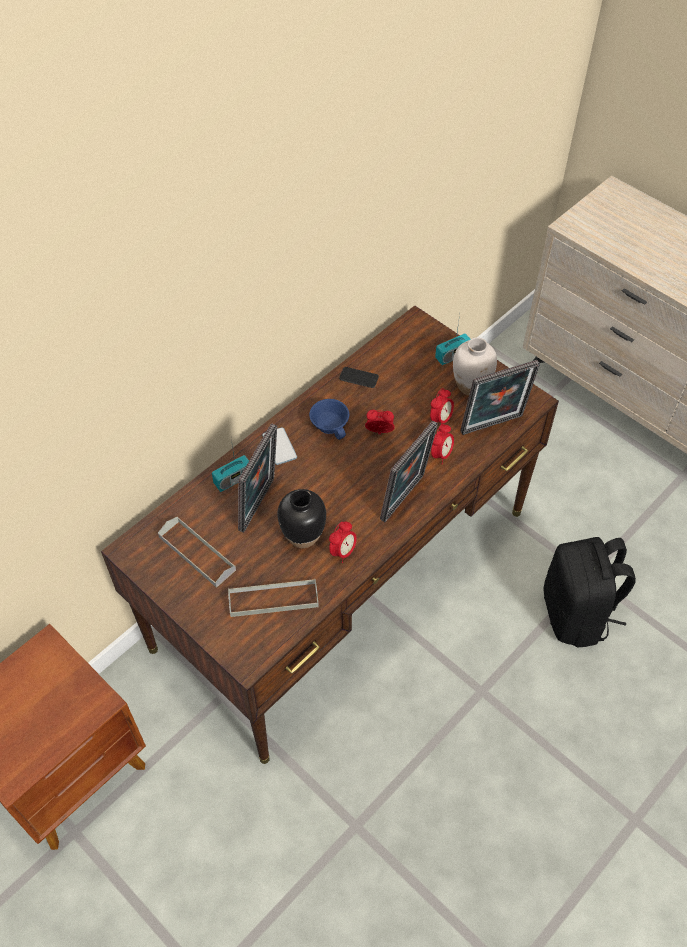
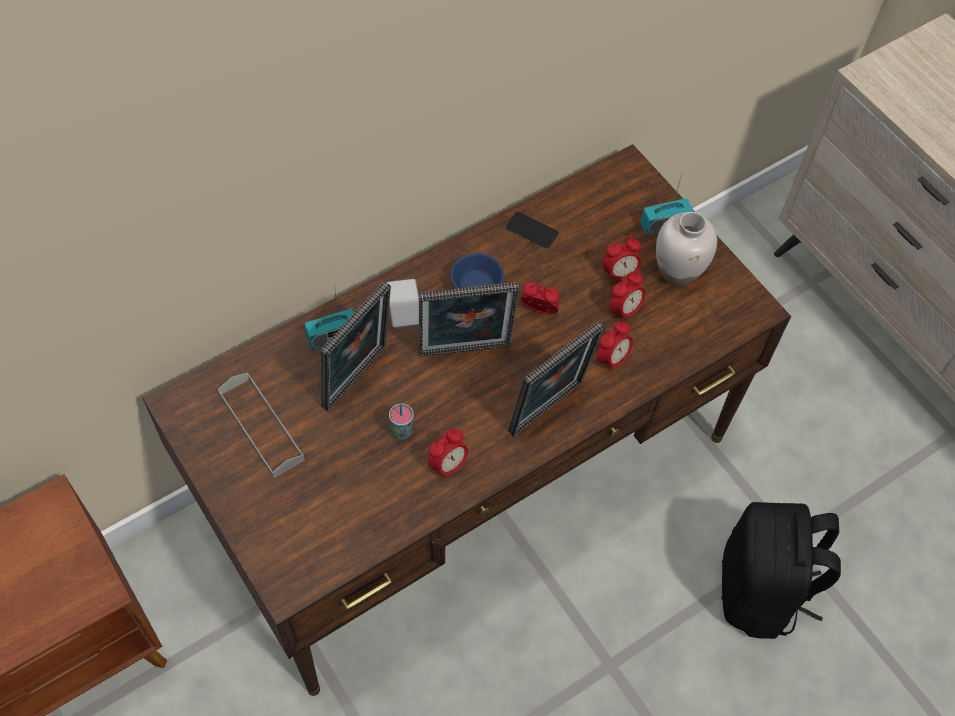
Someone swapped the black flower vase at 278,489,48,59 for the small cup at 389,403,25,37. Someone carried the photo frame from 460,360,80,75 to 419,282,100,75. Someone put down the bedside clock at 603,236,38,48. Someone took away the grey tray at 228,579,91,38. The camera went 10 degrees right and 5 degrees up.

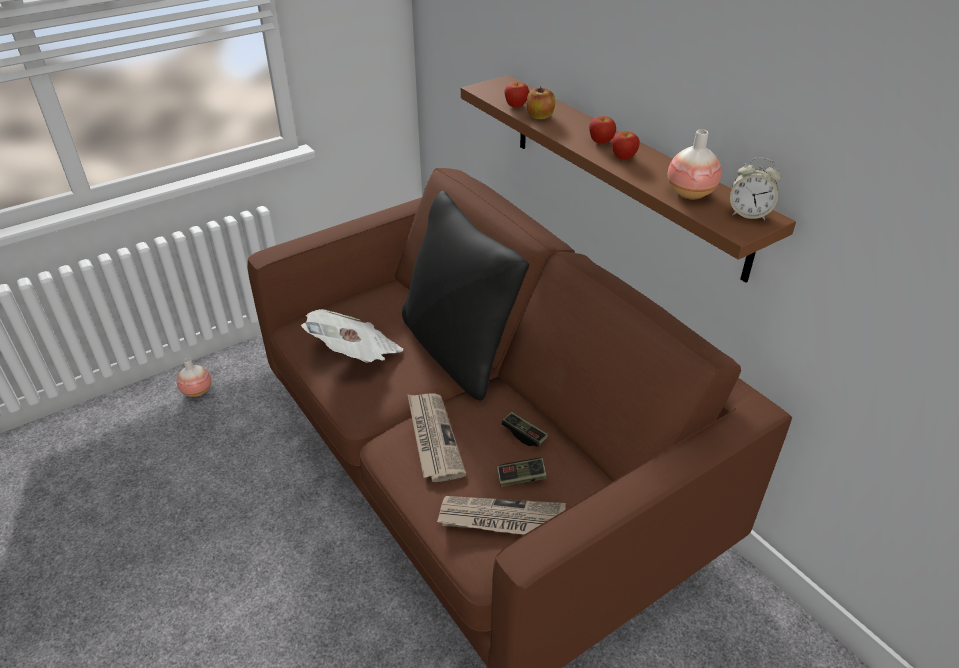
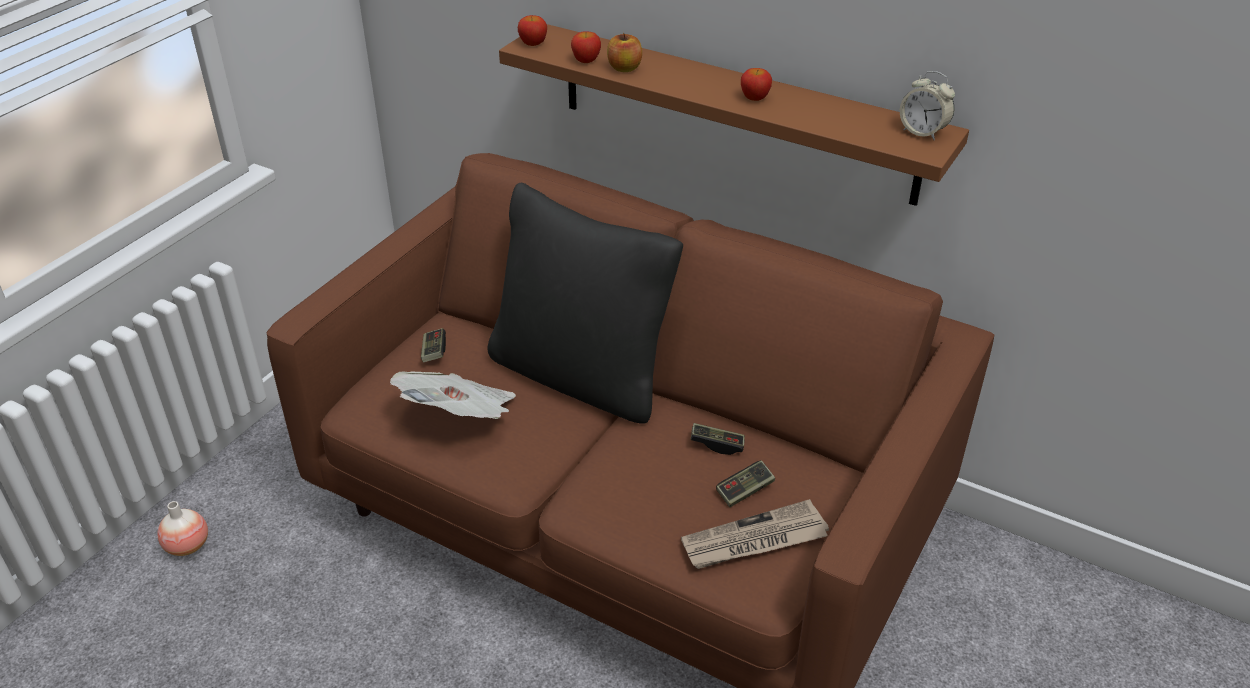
Someone put down the game controller at 421,328,25,34. Someone carried the whole apple from 589,116,27,28 to 518,15,29,31. Someone rotated the bedside clock at 730,158,52,62 by 45 degrees clockwise. Someone took away the daily paper at 407,394,59,88. Someone took away the flower vase at 667,129,54,70. The camera went 25 degrees left and 0 degrees up.

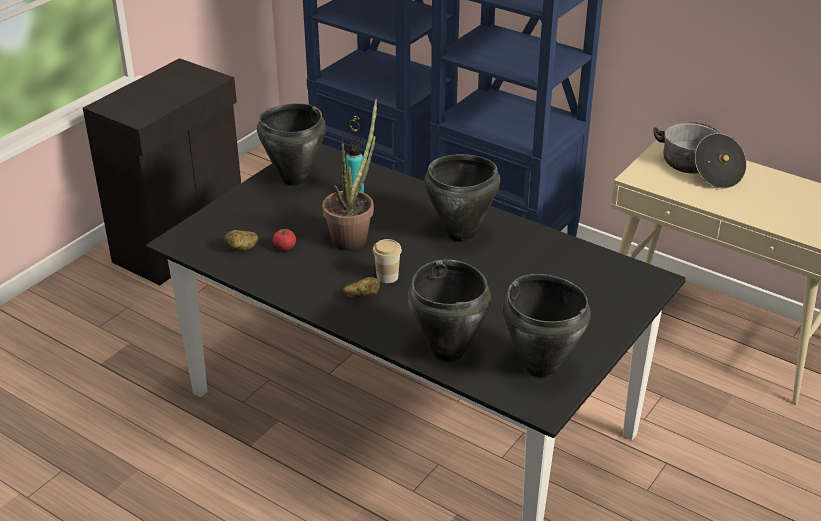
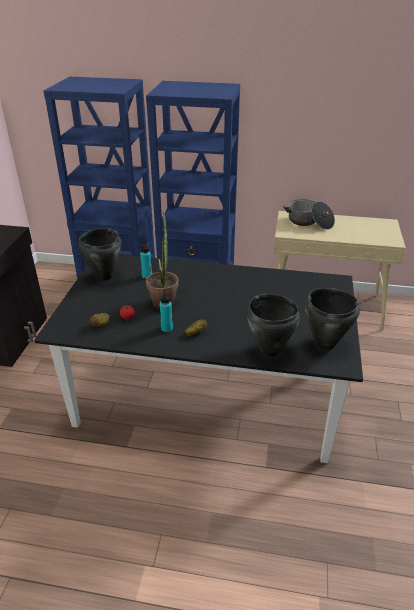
Someone put down the blue-green bottle at 159,289,14,43. Someone took away the small cup at 373,239,29,44. Someone took away the black cooking pot at 424,154,76,88. The camera went 25 degrees left and 0 degrees up.

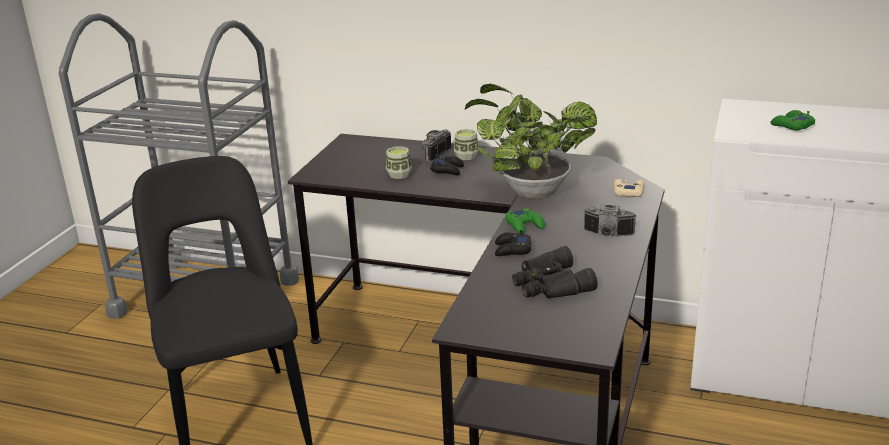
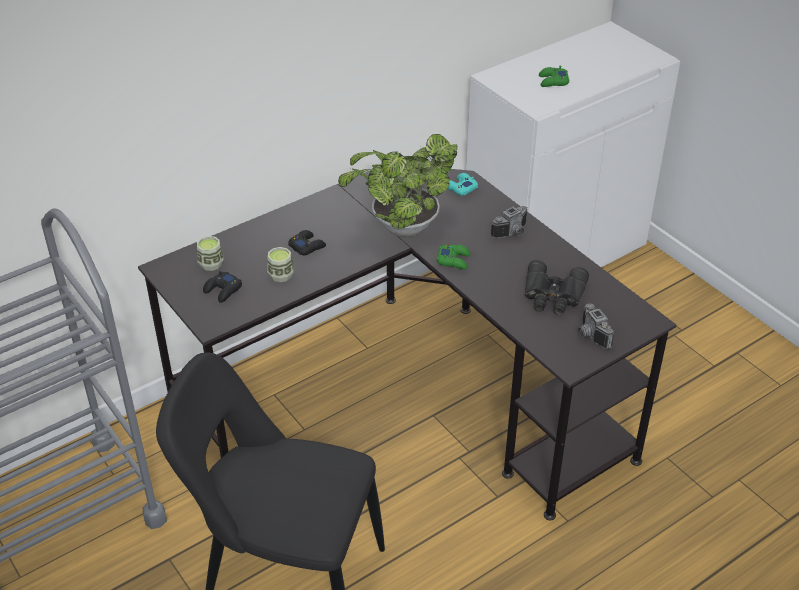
Someone carried the small cup from 454,129,25,31 to 197,236,27,35. Someone carried the black game controller from 495,230,36,26 to 203,271,39,32. Someone repainted the beige-coloured game controller at 614,179,31,18, which became the blue-green game controller at 447,173,31,23. Someone carried the photo camera from 422,130,30,32 to 578,303,36,46. The camera went 55 degrees left and 15 degrees up.

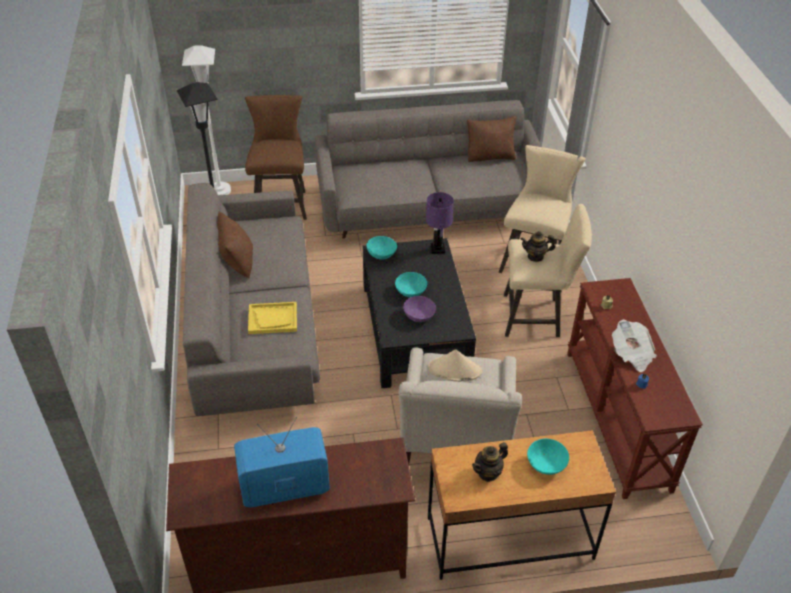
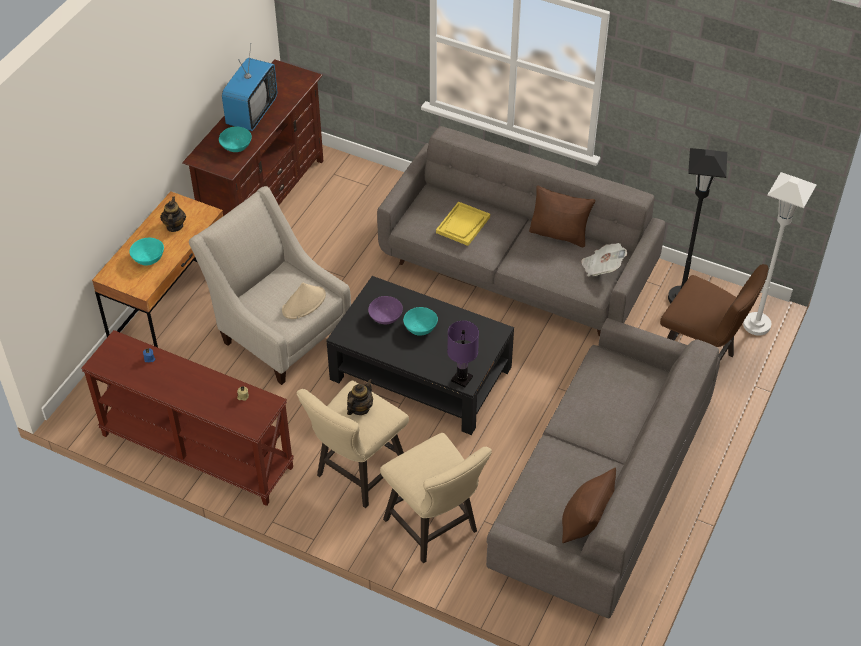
Someone carried the blue-green bowl from 366,236,31,24 to 219,126,33,26. Someone carried the daily paper from 612,319,45,53 to 581,243,46,33. The camera went 125 degrees right and 5 degrees up.

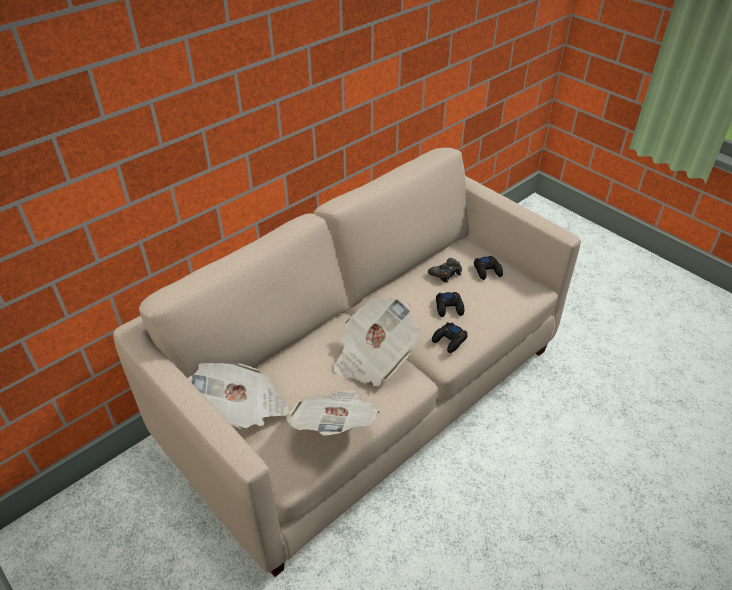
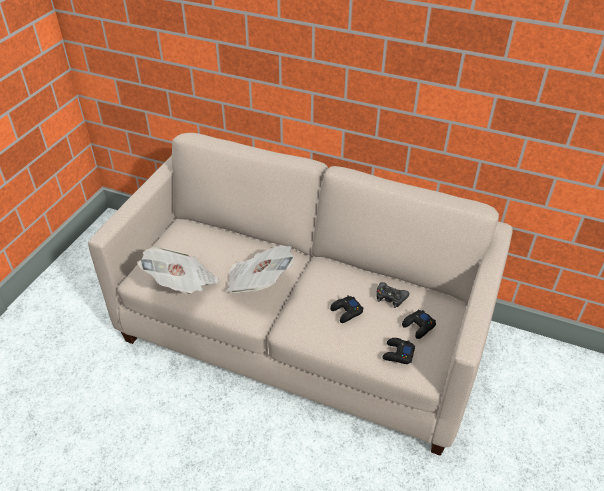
Someone carried the black game controller from 432,322,36,31 to 383,338,32,26. Someone took away the daily paper at 188,363,102,66. The camera went 65 degrees right and 0 degrees up.

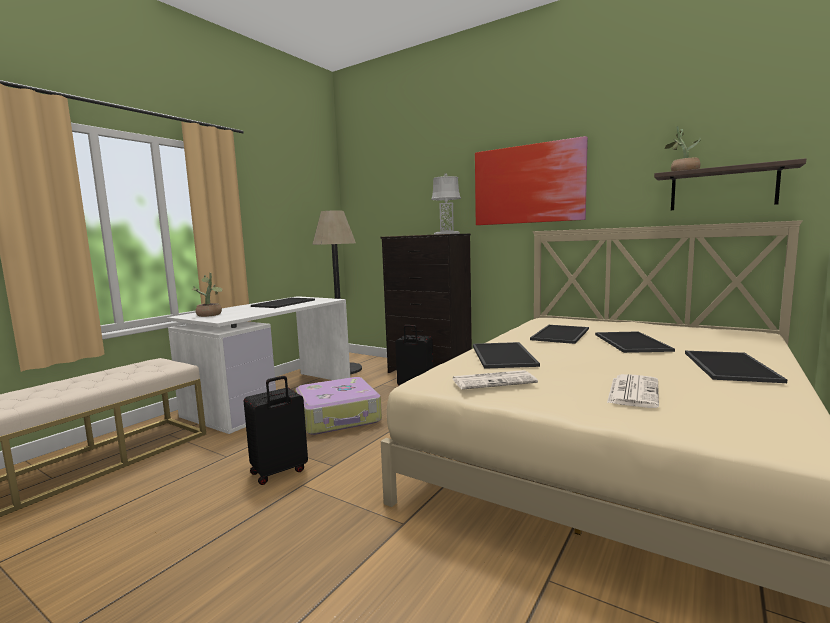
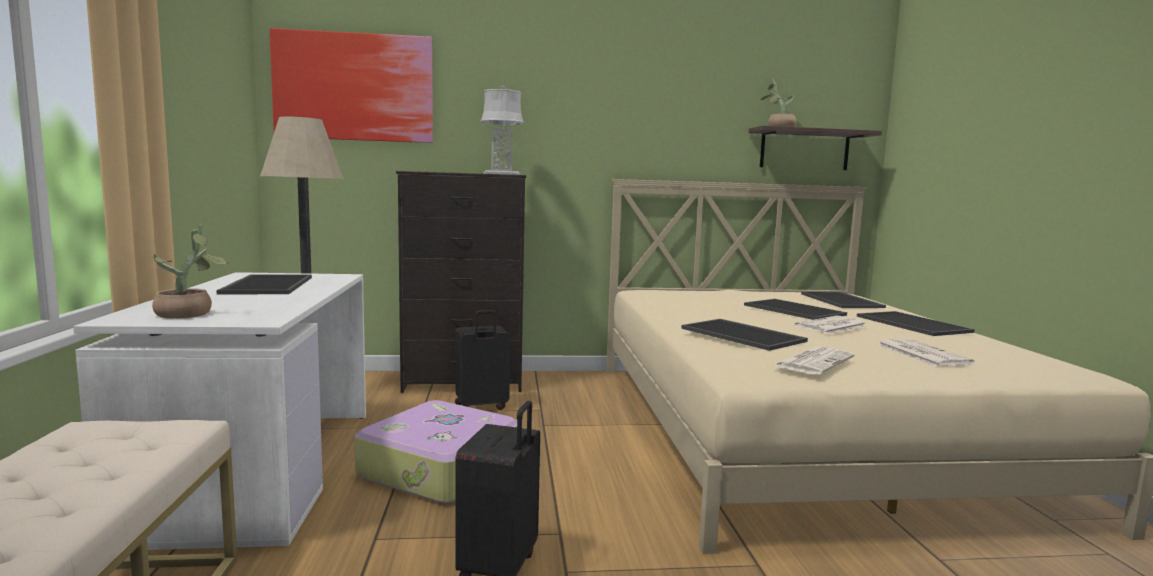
Someone carried the wall art from 475,136,113,89 to 269,28,164,115. Someone put down the daily paper at 795,316,72,18. Someone carried the tray from 530,325,59,19 to 801,292,85,16. The camera went 40 degrees left and 0 degrees up.

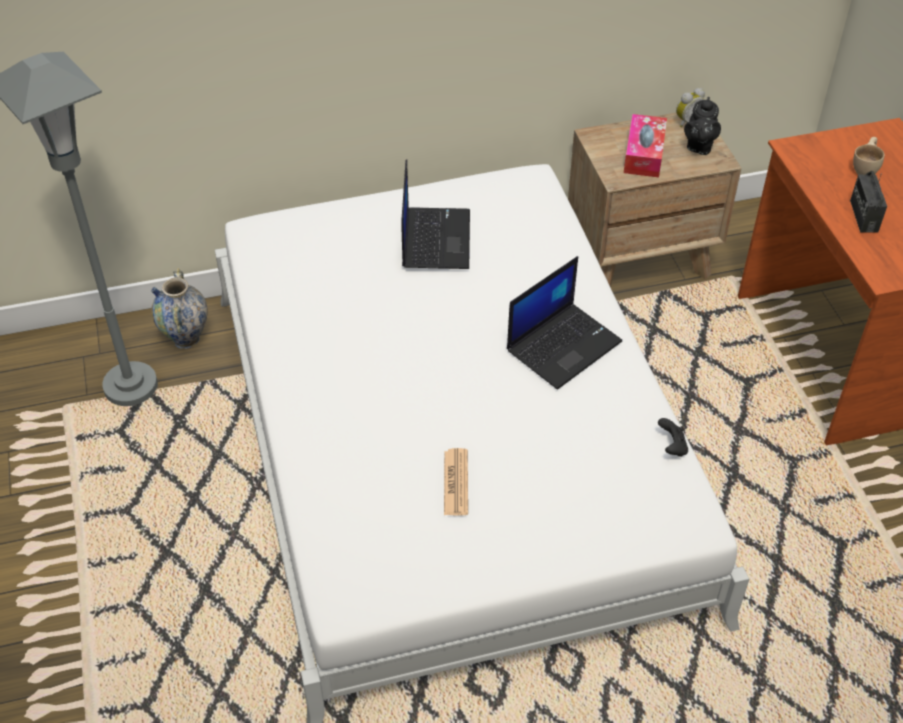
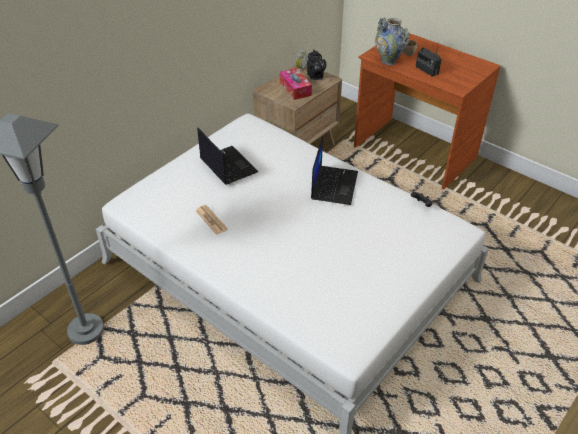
Someone carried the daily paper from 444,448,24,67 to 196,205,32,30. Someone carried the flower vase from 151,268,57,81 to 375,17,35,48. The camera went 35 degrees left and 5 degrees down.

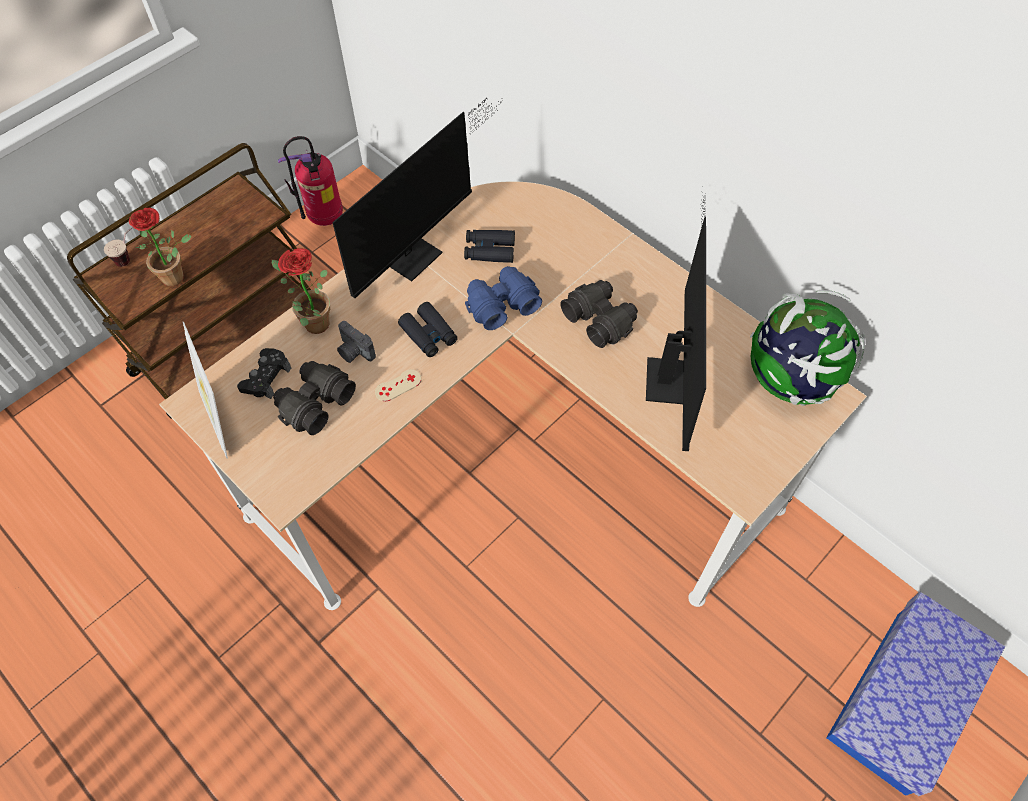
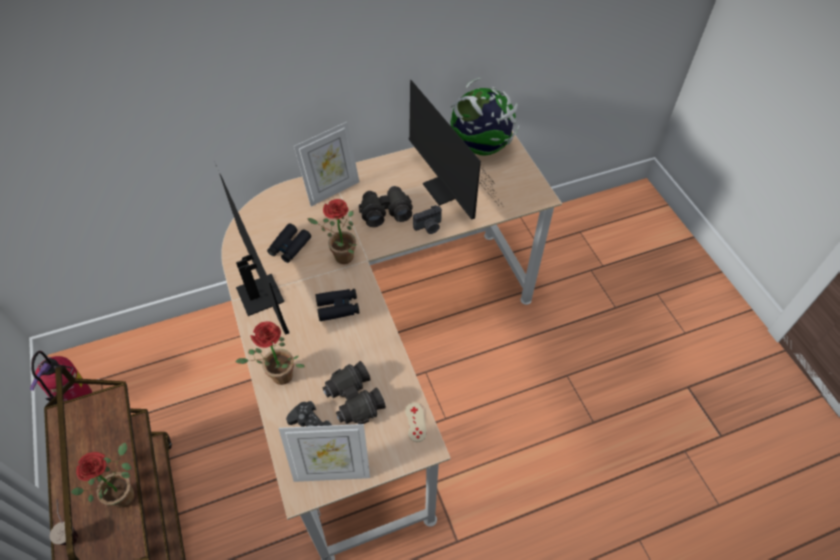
Someone put down the photo frame at 294,122,65,84. Someone swapped the bluish binoculars at 465,266,77,64 for the houseplant at 308,199,49,65. Someone carried the beige-coloured game controller from 375,369,46,32 to 405,403,22,39. Someone rotated the computer screen at 646,216,60,235 by 150 degrees counterclockwise. Someone carried the photo camera from 337,321,39,42 to 413,205,29,29. Someone took away the storage bin at 826,592,179,204. The camera went 65 degrees left and 5 degrees down.

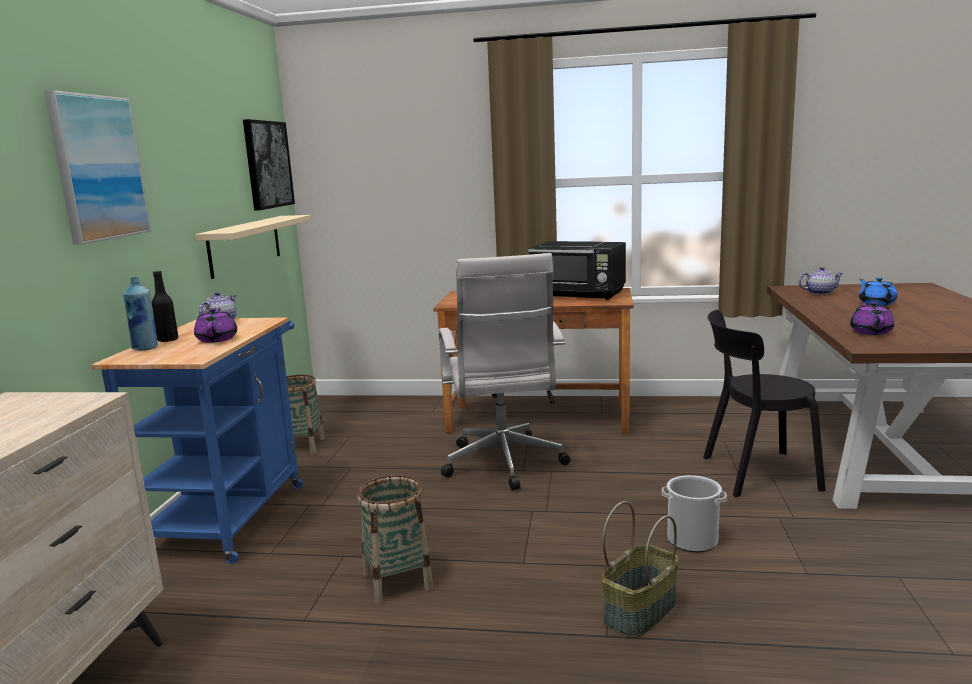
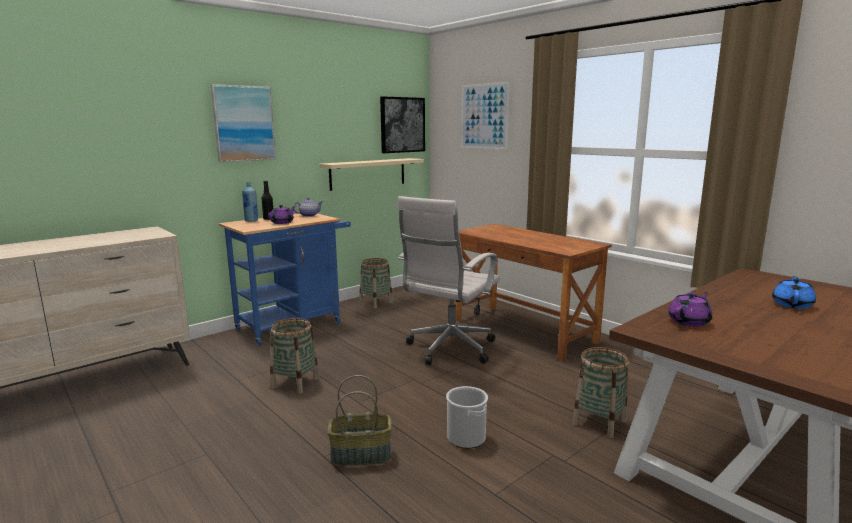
Someone put up the wall art at 461,81,49,68. Someone swapped the black chair at 703,310,123,187 for the storage basket at 572,347,57,91. Someone took away the black microwave at 528,241,98,59. Someone took away the pot for tea at 799,267,44,28. The camera went 40 degrees right and 0 degrees up.

